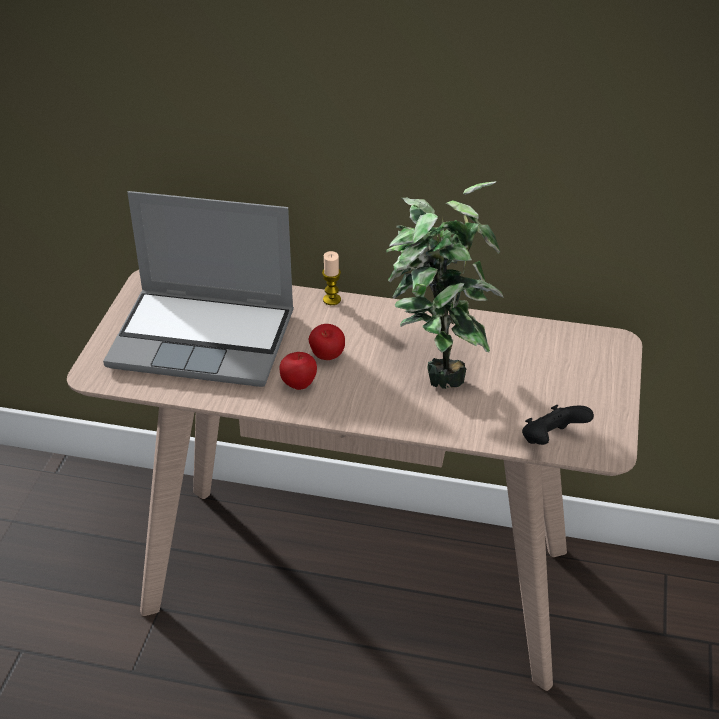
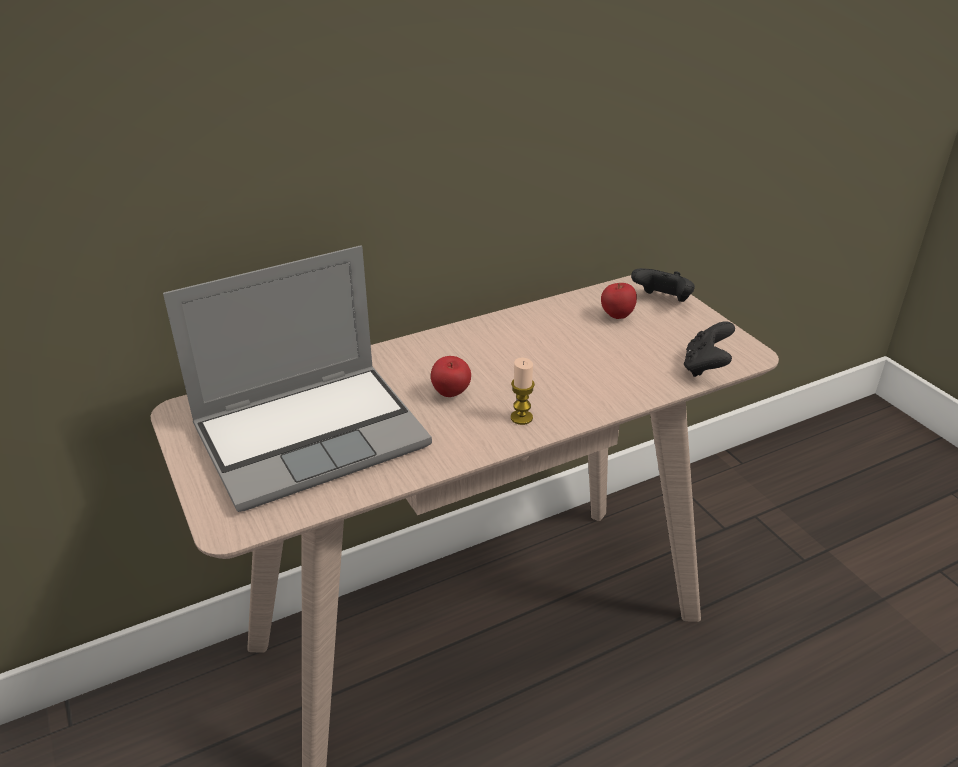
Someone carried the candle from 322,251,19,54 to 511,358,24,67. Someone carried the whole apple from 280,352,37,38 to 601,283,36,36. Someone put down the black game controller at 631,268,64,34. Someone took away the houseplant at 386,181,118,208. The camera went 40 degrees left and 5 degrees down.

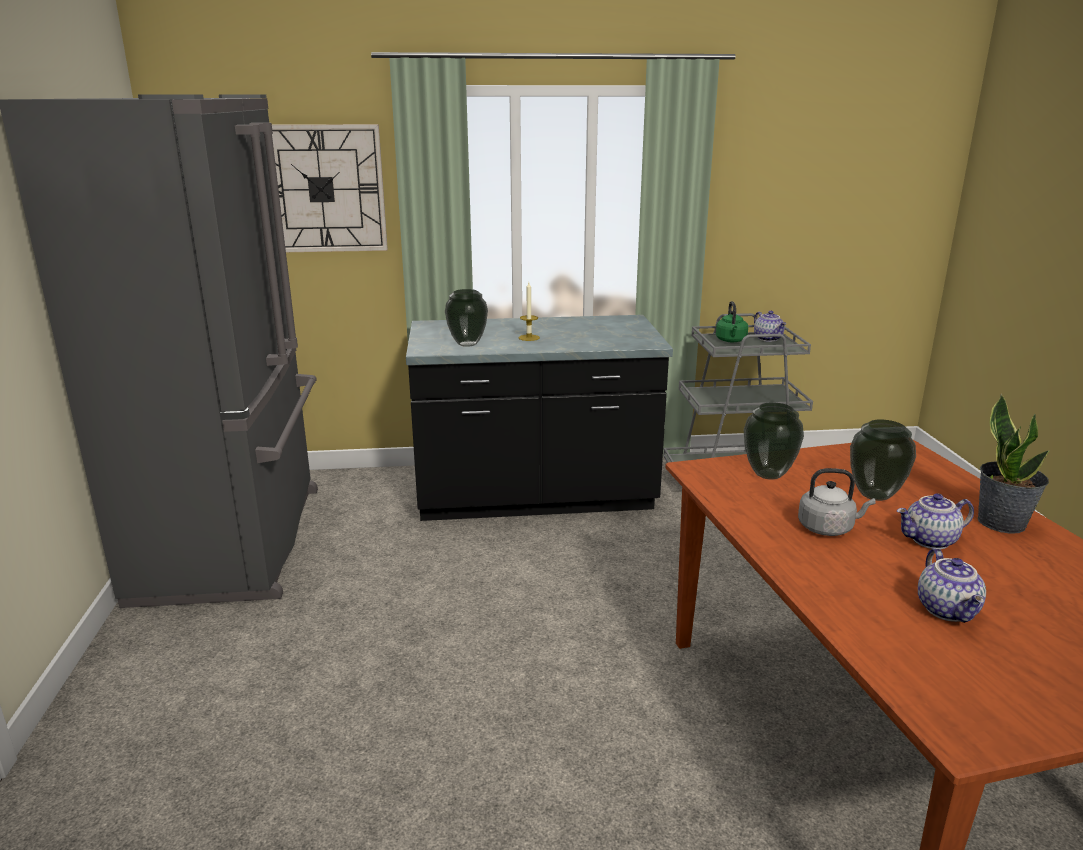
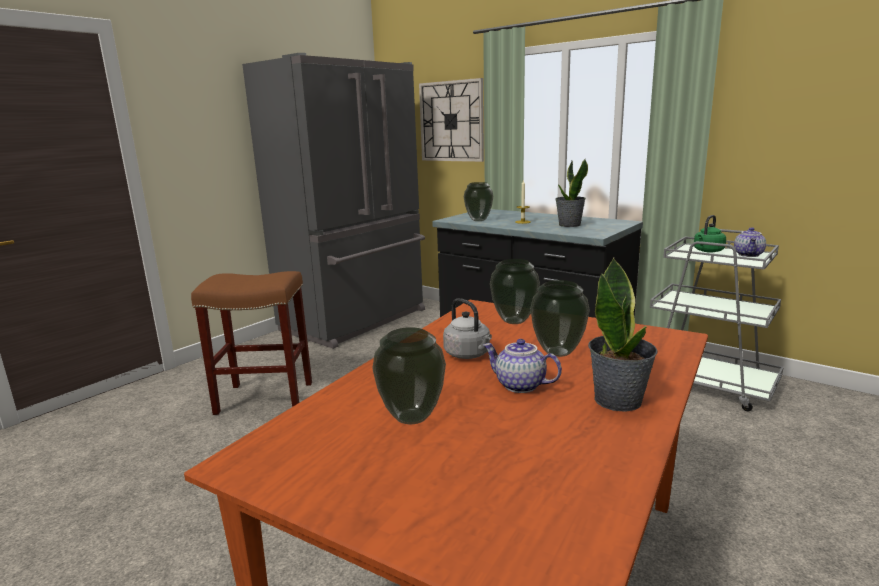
Someone put down the brown sitting stool at 191,271,121,144. Someone swapped the pot for tea at 918,548,68,75 for the flower vase at 373,327,73,97. Someone put down the houseplant at 555,159,33,68. The camera went 45 degrees right and 5 degrees down.

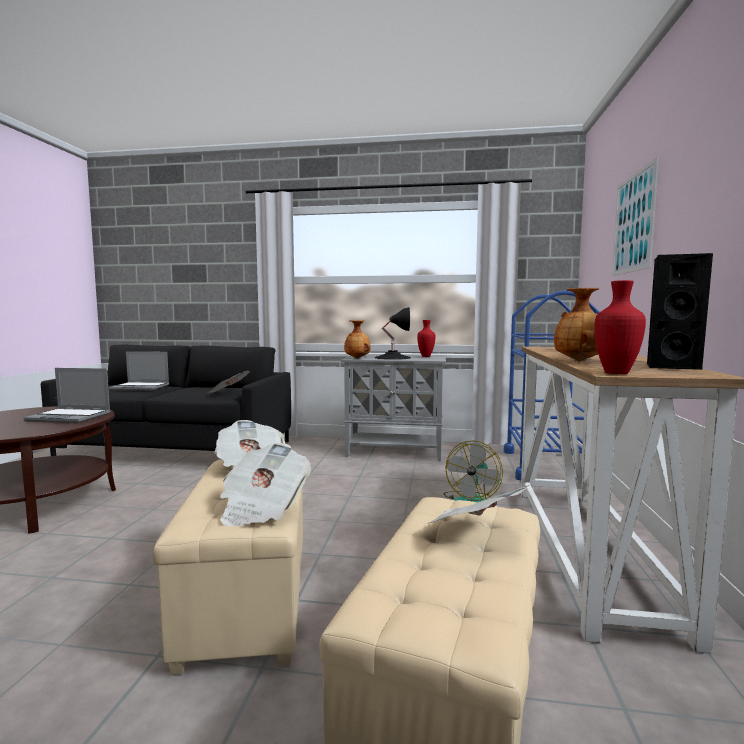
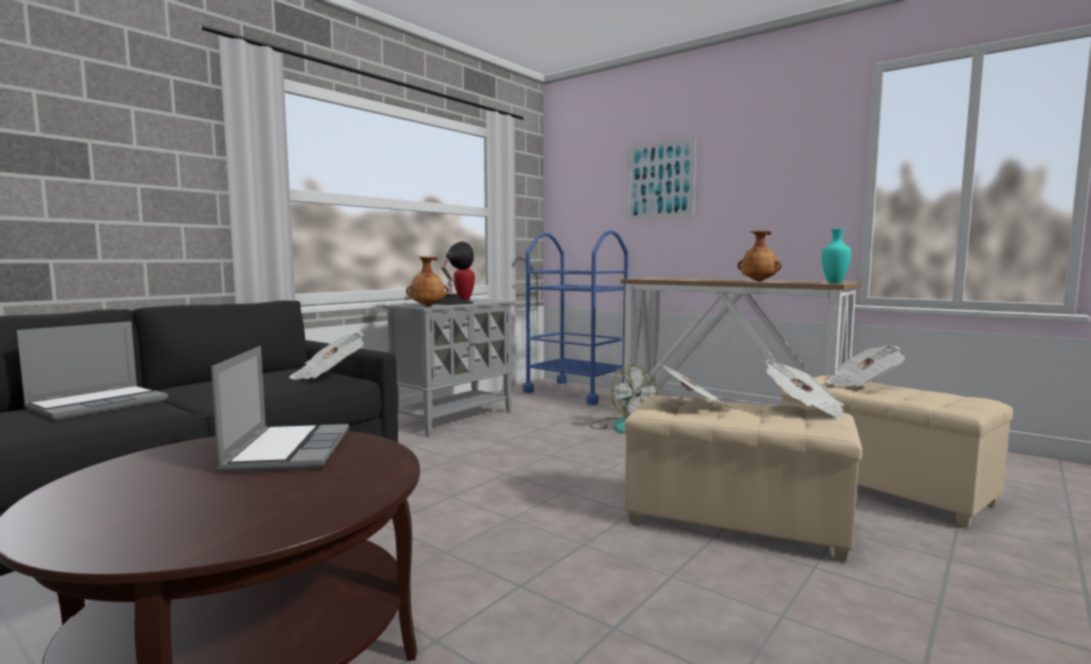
Someone rotated the portable computer at 23,368,87,55 by 45 degrees counterclockwise. Someone repainted the red-coloured flower vase at 595,280,51,94, which became the blue-green flower vase at 822,228,29,55. Someone took away the black loudspeaker at 647,253,66,117. The camera went 60 degrees left and 0 degrees up.

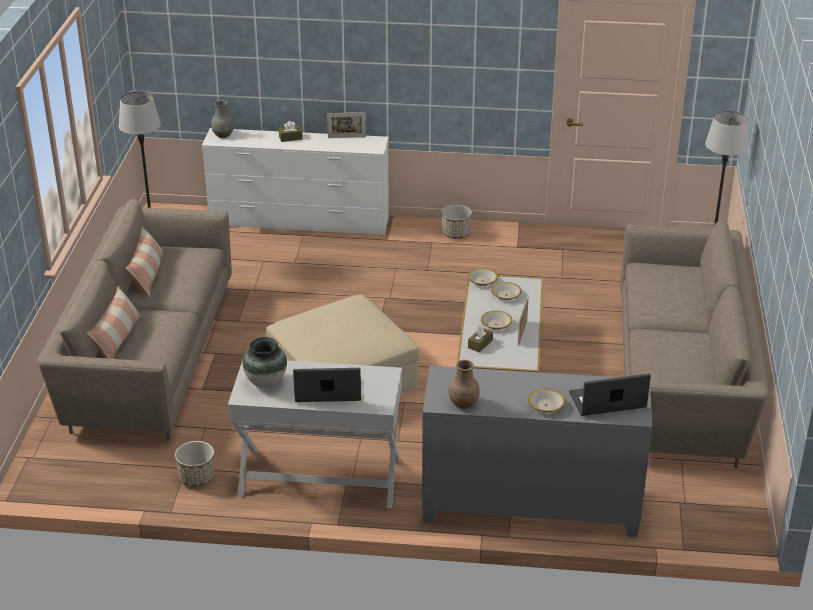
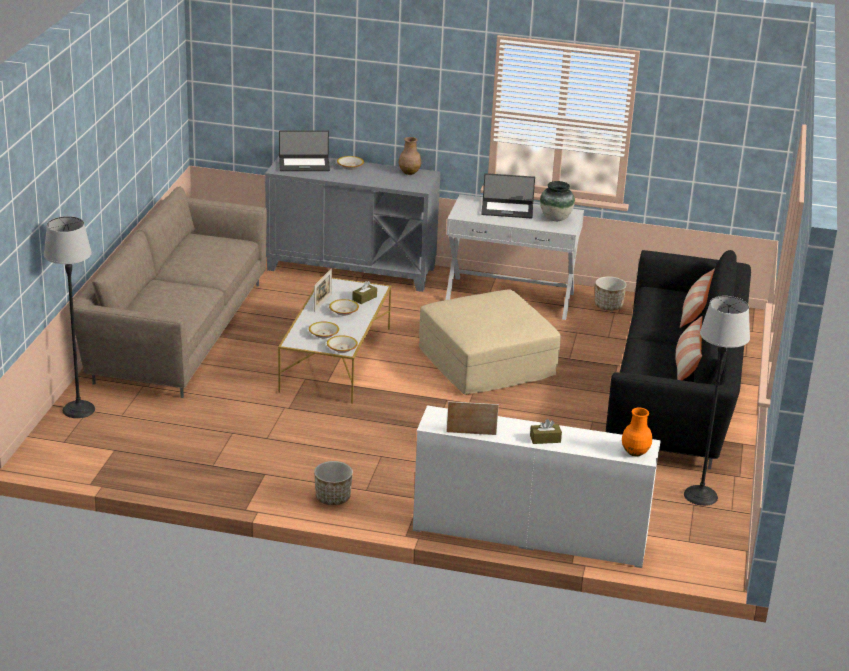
Someone repainted the beige-coloured settee at 37,199,195,242, which became the black settee at 606,250,145,220. Someone repainted the grey flower vase at 211,100,23,38, which became the orange-coloured flower vase at 622,408,30,48. The camera went 175 degrees left and 5 degrees down.

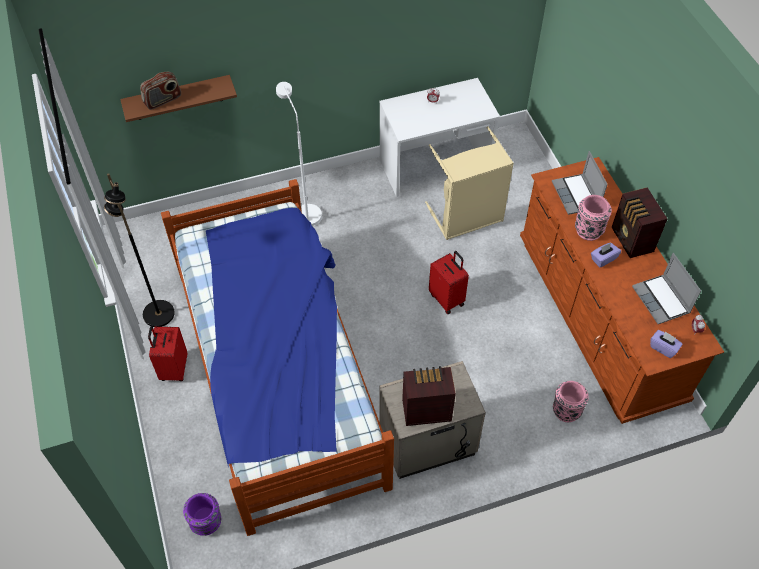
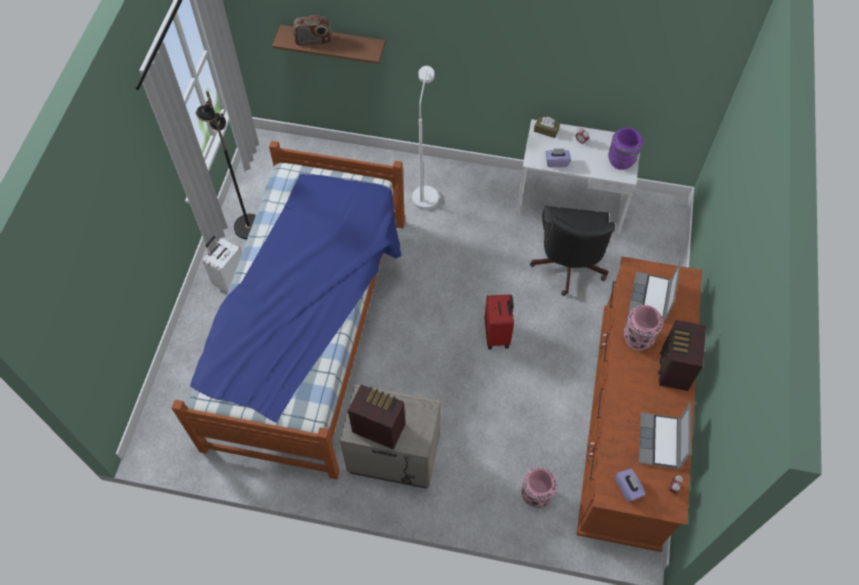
Someone repainted the red-coloured piece of luggage at 148,326,39,55, which became the whitish piece of luggage at 202,236,40,57. Someone swapped the beige-coloured laundry basket at 425,126,89,114 for the black desk chair at 530,206,85,90. Someone put down the brown tissue holder at 534,117,26,21. Someone carried the purple-coloured tissue holder from 591,243,30,25 to 545,149,26,18. Someone carried the purple-coloured flower vase from 183,493,38,43 to 608,128,35,42. The camera went 30 degrees right and 5 degrees up.

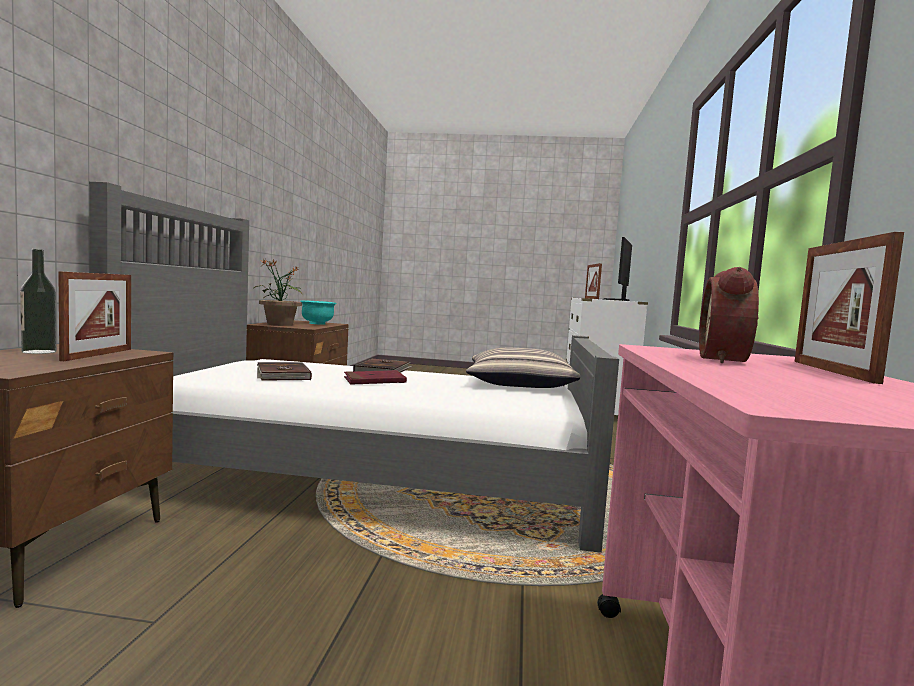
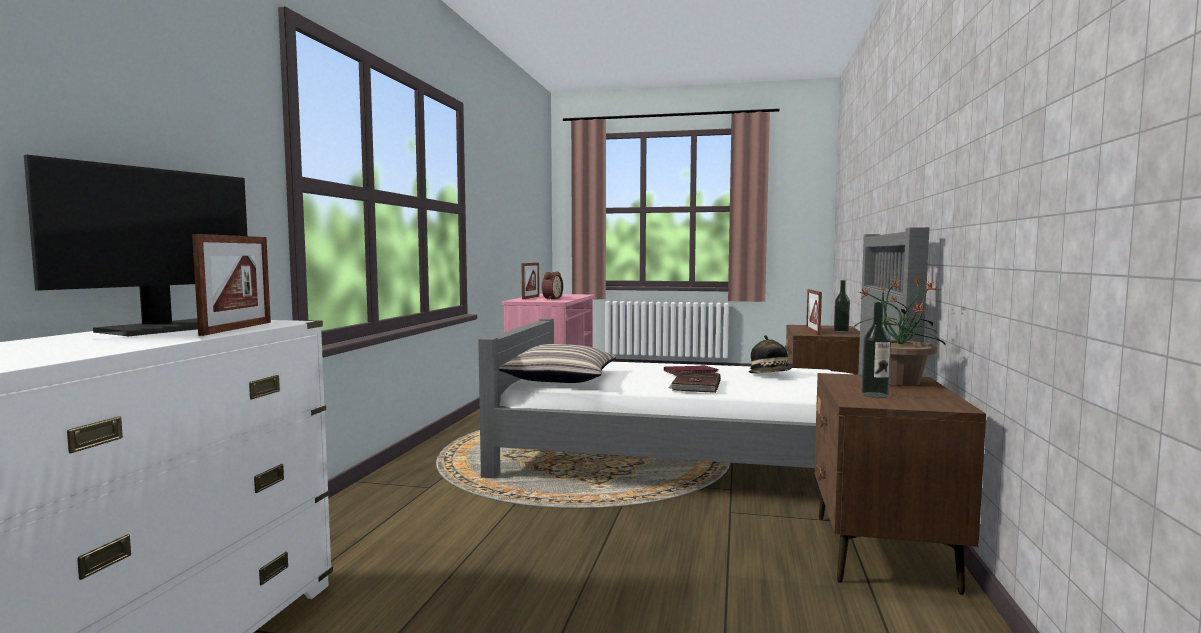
Someone swapped the brown bound book at 257,362,55,19 for the clothing hat at 748,335,46,38. Someone swapped the blue-green bowl at 301,300,36,25 for the bottle at 861,302,30,96. The camera went 175 degrees left and 0 degrees up.

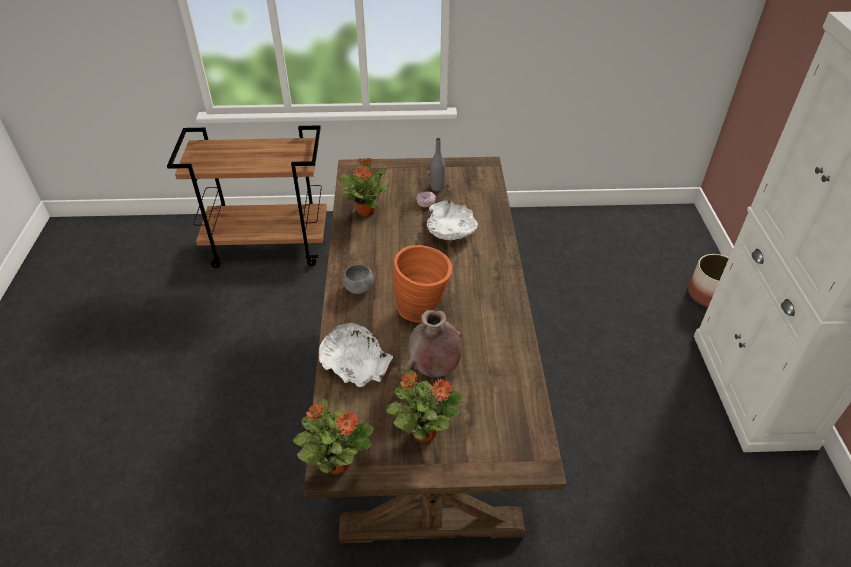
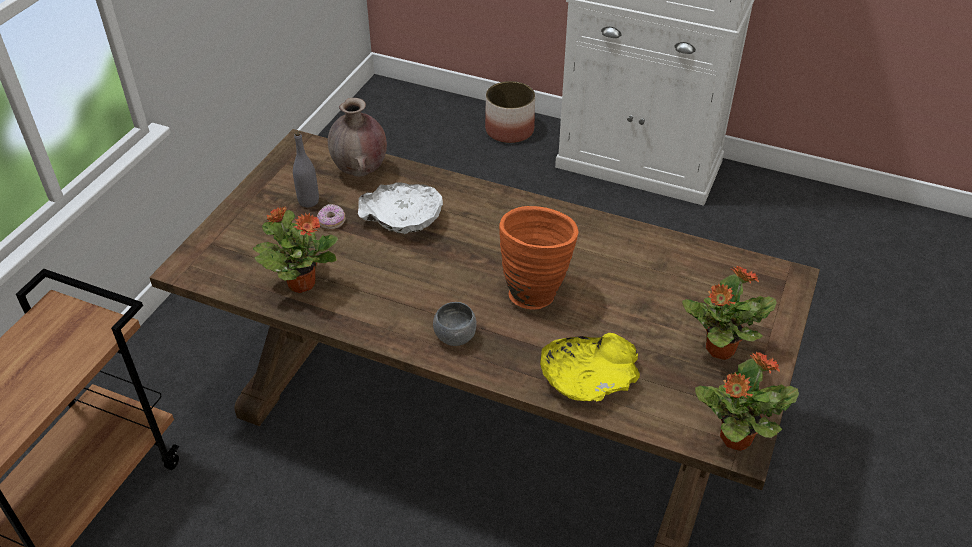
Someone carried the brown flower vase from 407,310,56,67 to 328,98,59,79. Someone repainted the whitish bowl at 319,323,74,64, which became the yellowish bowl at 540,333,100,68. The camera went 65 degrees left and 0 degrees up.

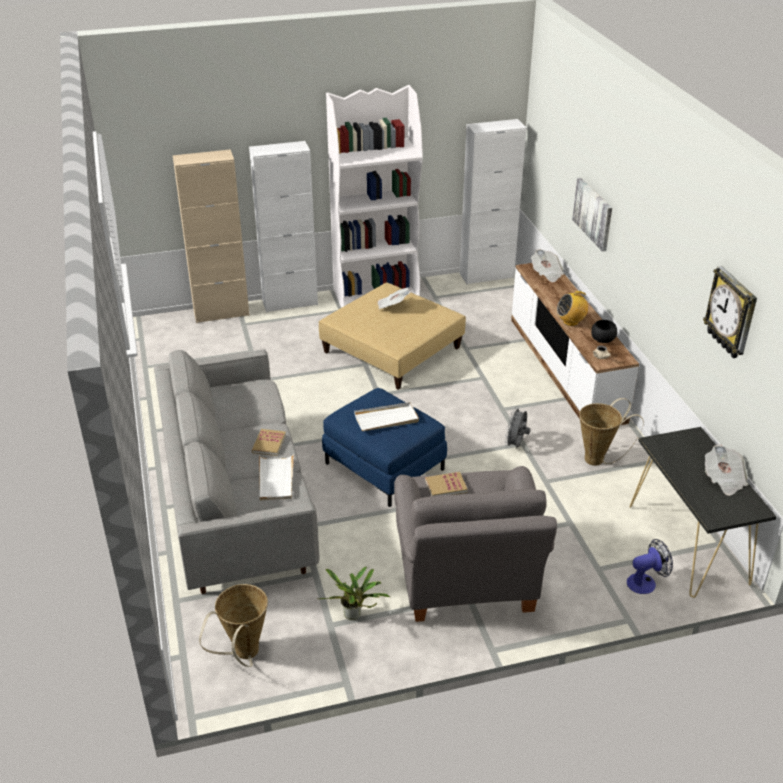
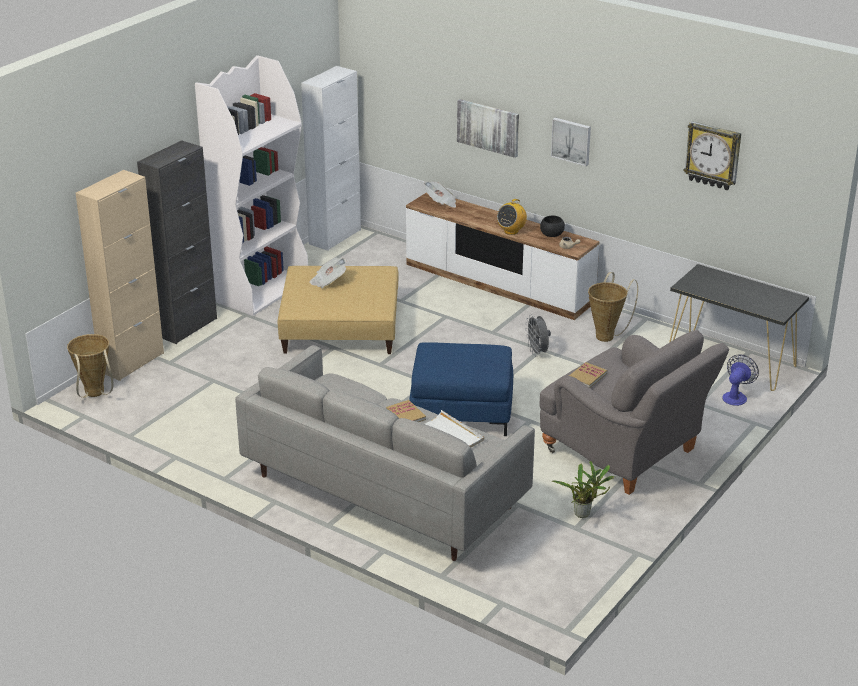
Someone carried the storage basket from 199,584,69,83 to 67,334,47,64. Someone repainted the whitish cupboard at 249,141,69,172, which became the black cupboard at 137,140,80,204. Someone put up the wall art at 551,118,40,48. Someone took away the whitish tray at 354,402,65,29. Someone took away the daily paper at 705,445,43,51. The camera went 40 degrees left and 5 degrees down.

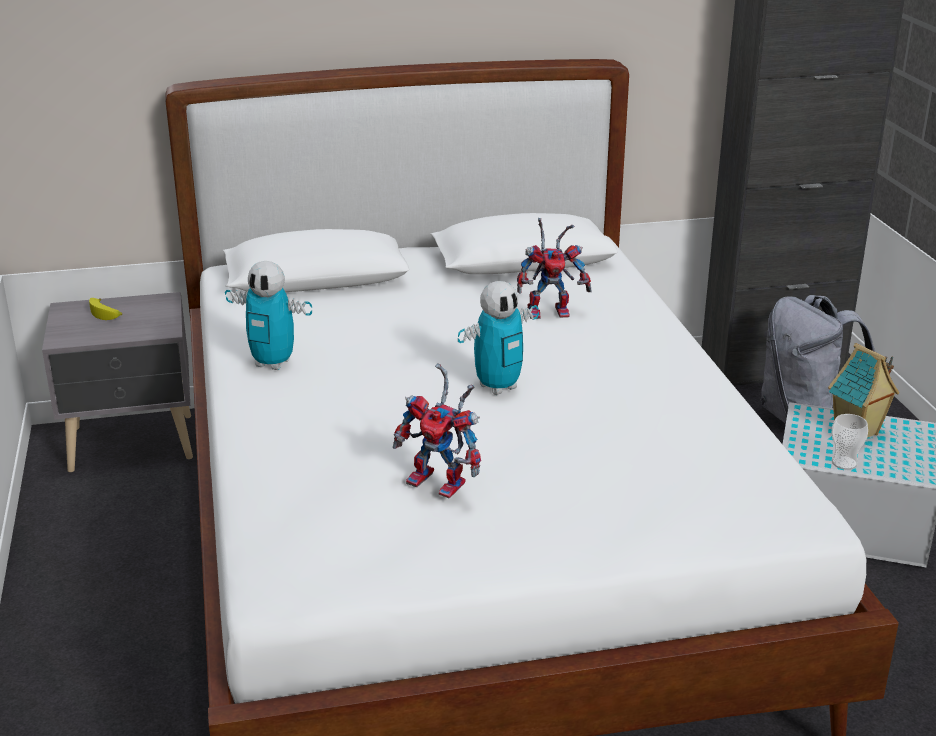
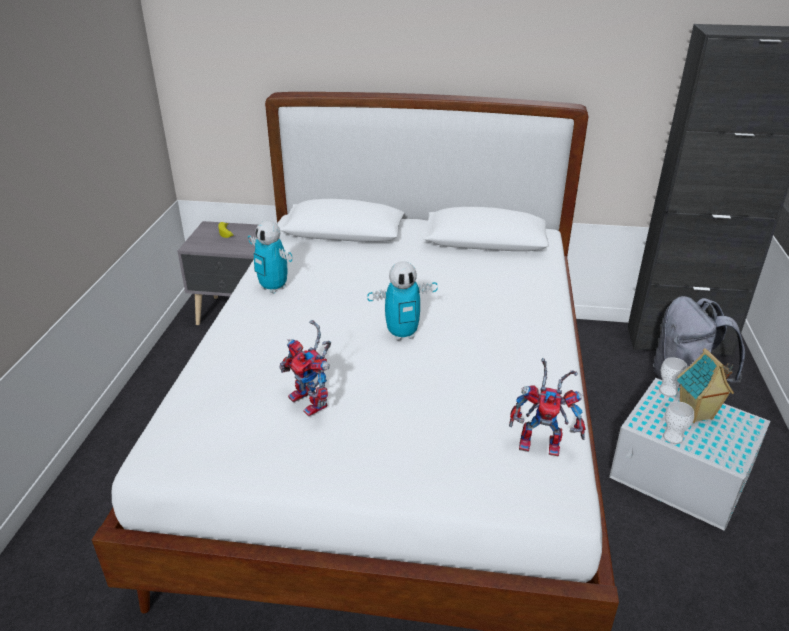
Someone carried the model robot from 517,218,75,101 to 509,358,77,98. Someone put down the small cup at 659,357,29,40. The camera went 20 degrees right and 5 degrees up.

